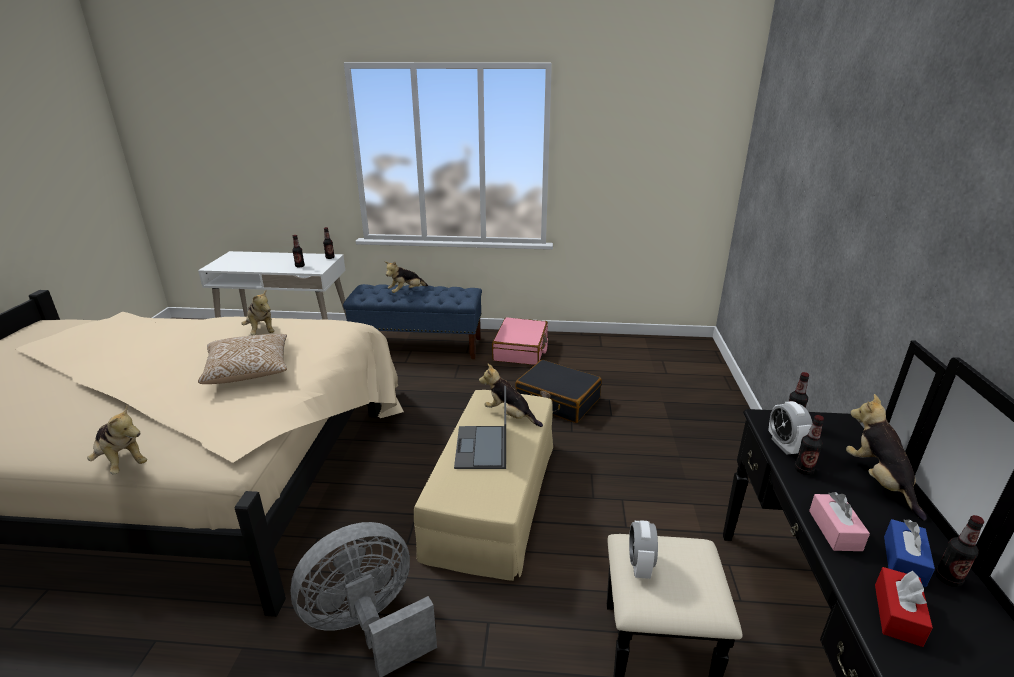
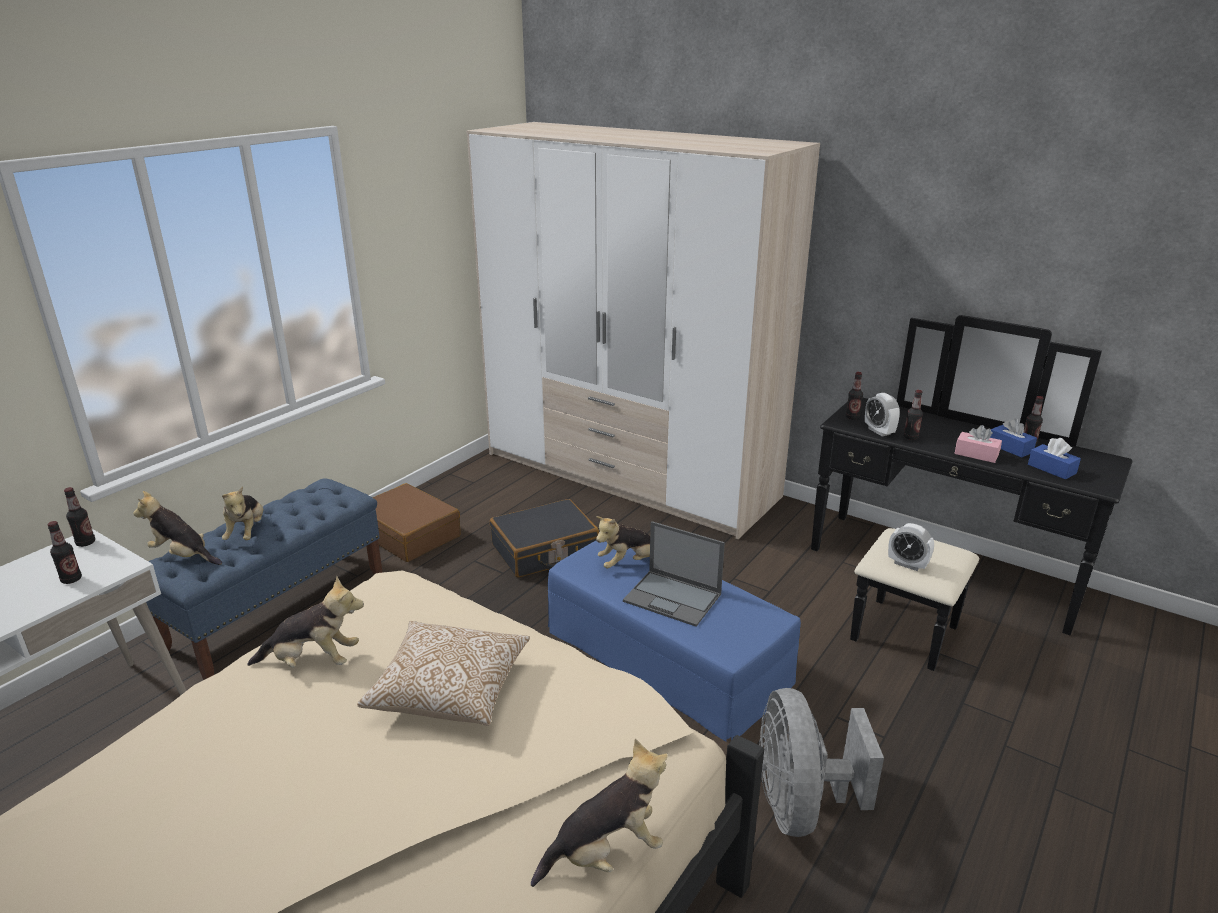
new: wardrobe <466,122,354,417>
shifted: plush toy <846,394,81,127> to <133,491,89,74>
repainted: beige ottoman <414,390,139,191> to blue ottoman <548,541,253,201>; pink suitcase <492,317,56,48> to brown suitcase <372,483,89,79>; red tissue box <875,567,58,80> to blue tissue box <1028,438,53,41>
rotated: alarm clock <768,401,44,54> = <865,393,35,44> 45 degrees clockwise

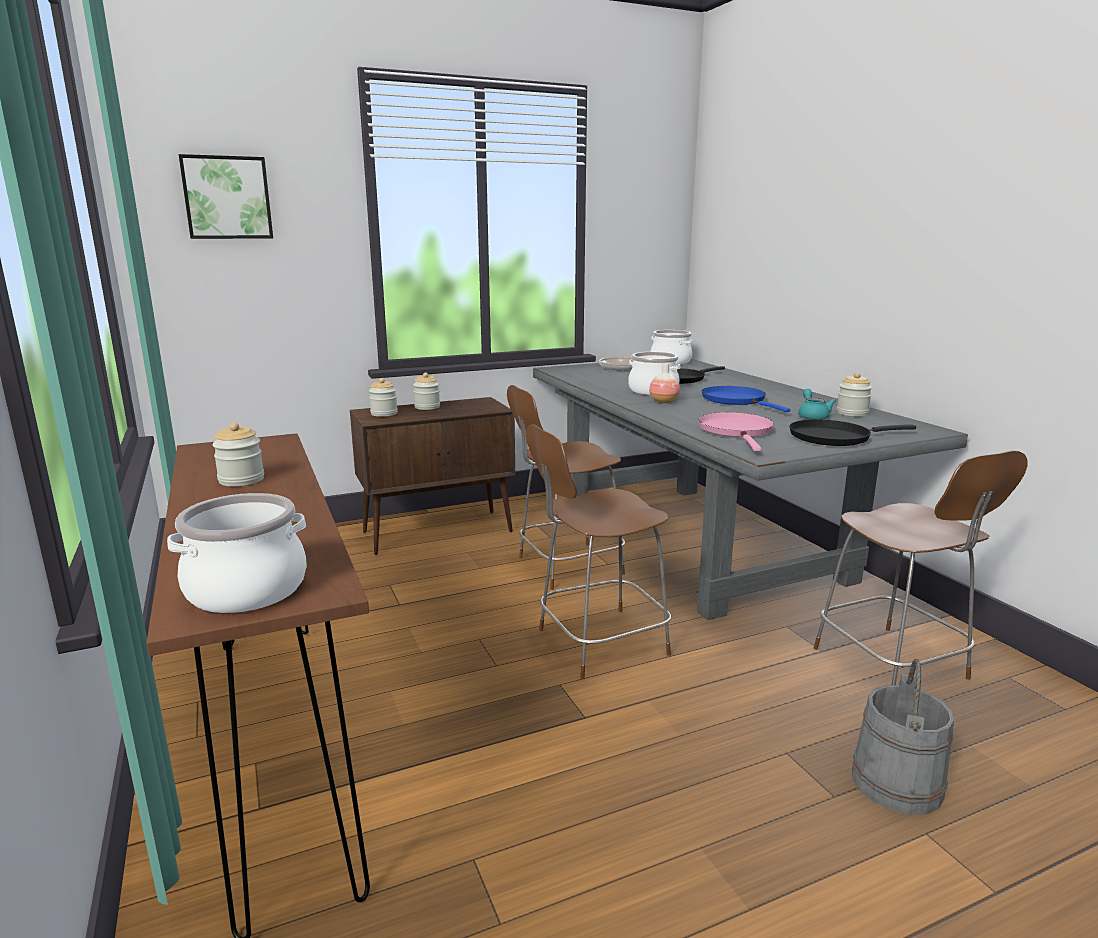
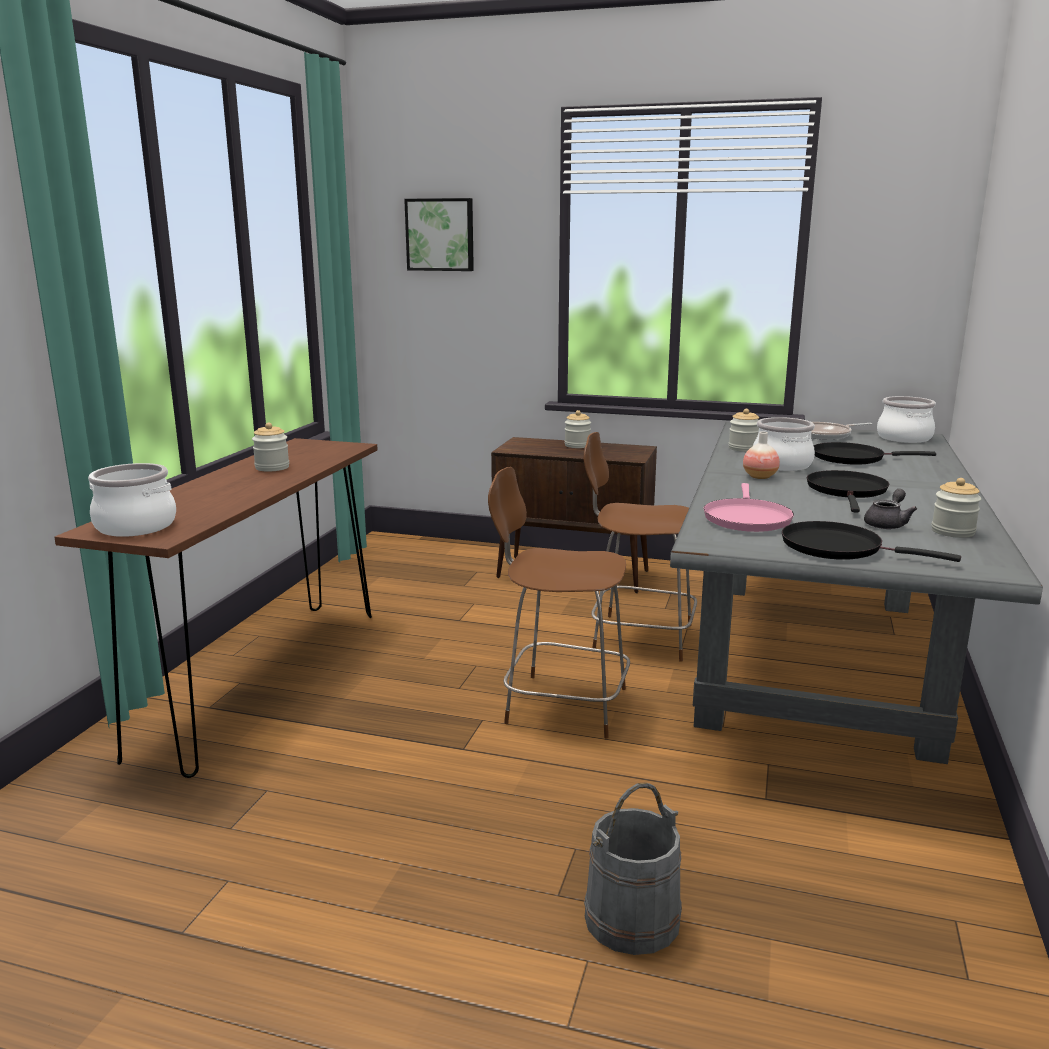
gone: brown chair <814,451,214,234>
shifted: jar <369,378,29,39> to <728,409,31,43>
repainted: blue frying pan <702,386,88,26> to black frying pan <807,470,82,43>; turquoise teapot <798,389,38,31> to grey teapot <864,489,53,40>
rotated: pink frying pan <698,412,76,39> = <703,483,91,49> 150 degrees clockwise

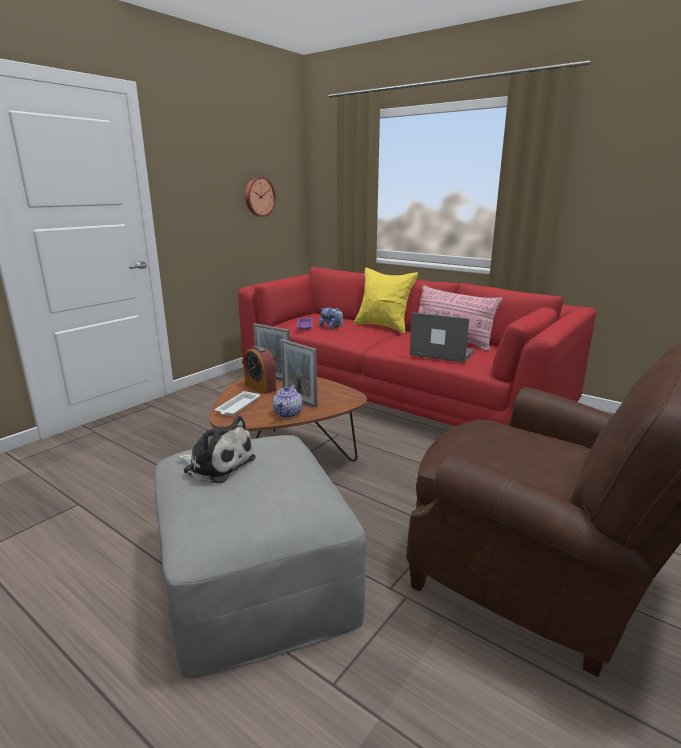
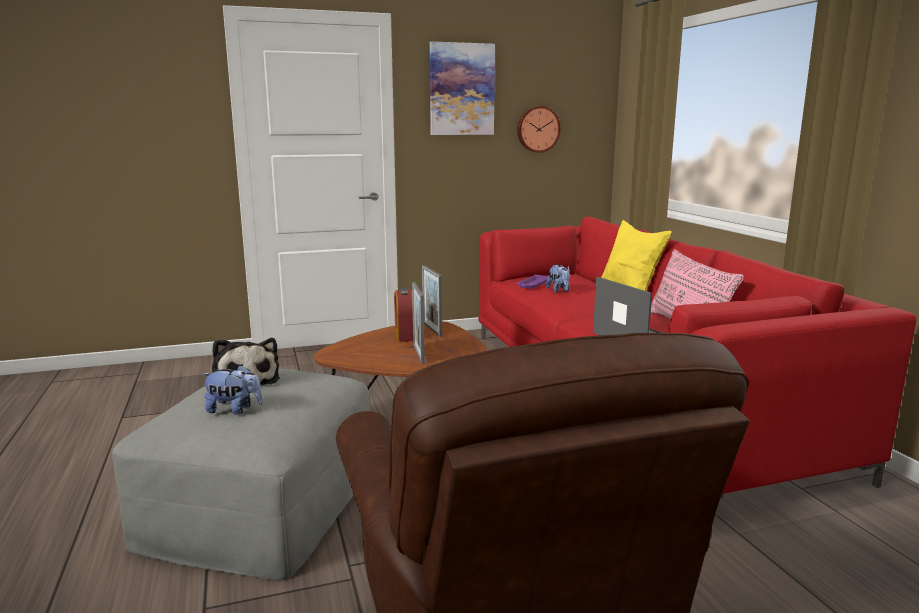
gone: white tray <215,391,45,25>; teapot <272,385,31,33>
new: plush toy <202,365,61,50>; picture <430,41,65,94>

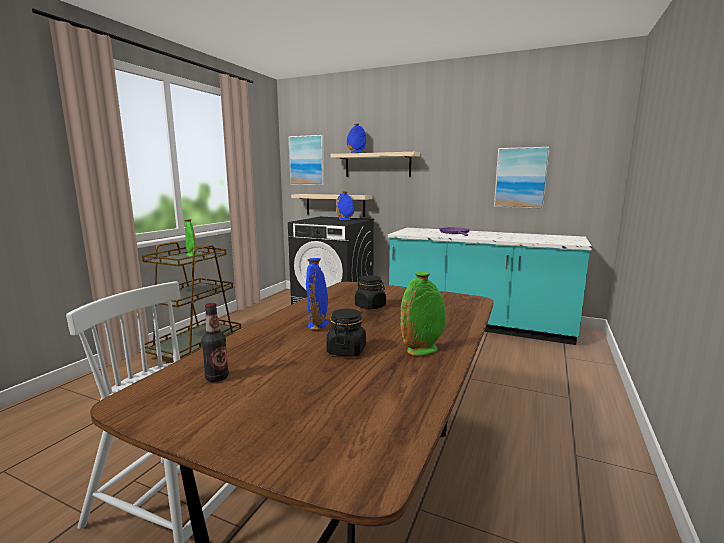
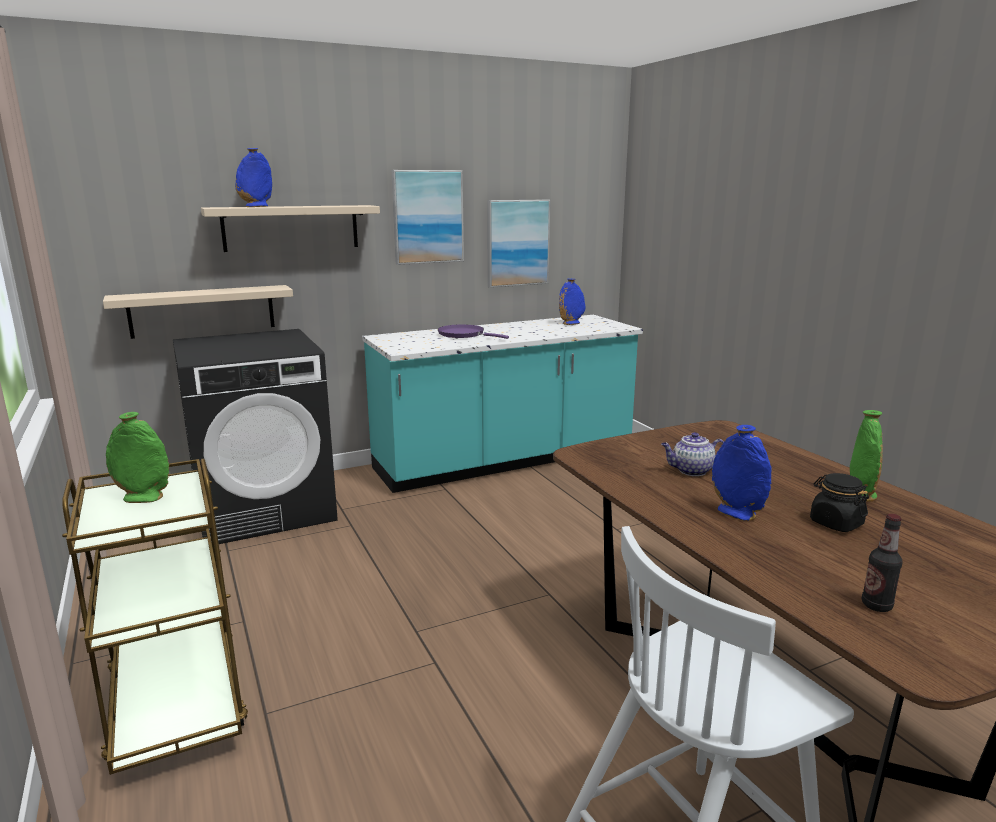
shifted: picture <289,135,35,50> to <392,170,72,95>; blue vase <336,191,18,29> to <559,279,27,46>
swapped: black jar <355,275,31,35> to teapot <661,432,63,44>

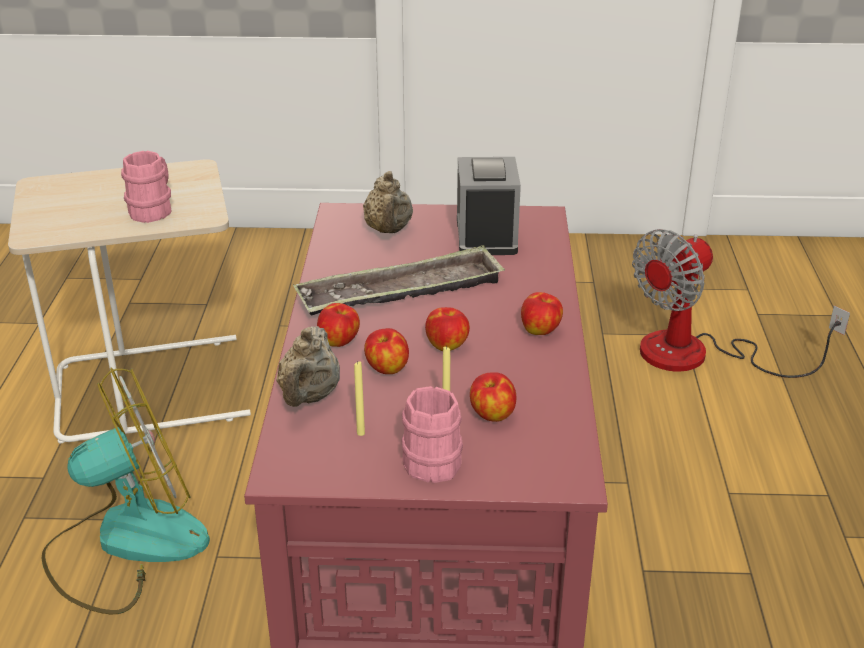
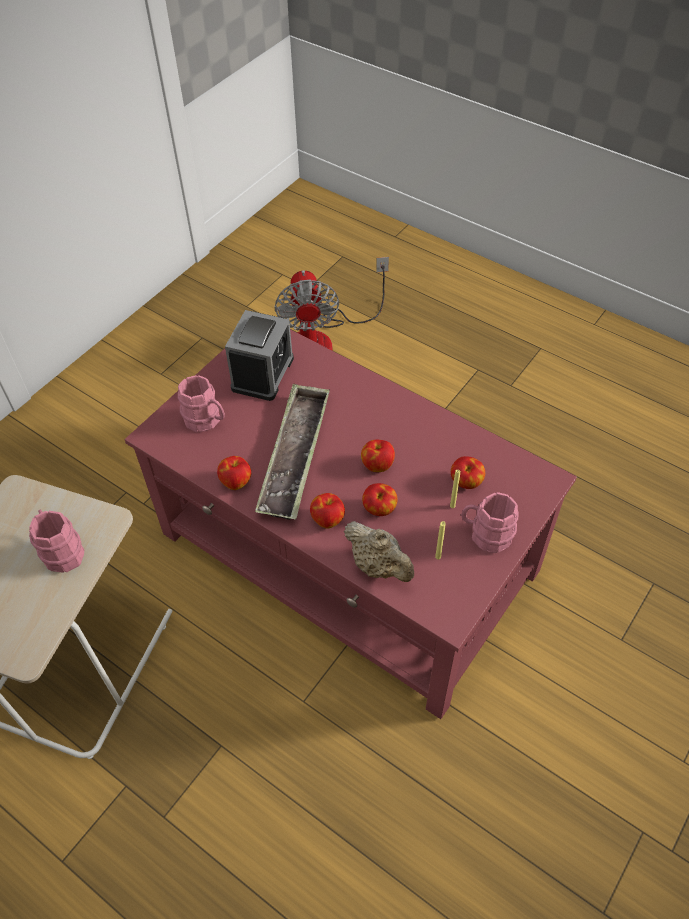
gone: fan <41,367,169,247>
shifted: apple <521,292,42,43> to <217,456,34,34>
swapped: beige teapot <363,171,50,62> to pink mug <178,375,47,57>
rotated: alarm clock <457,157,64,98> = <225,310,69,91> 105 degrees counterclockwise

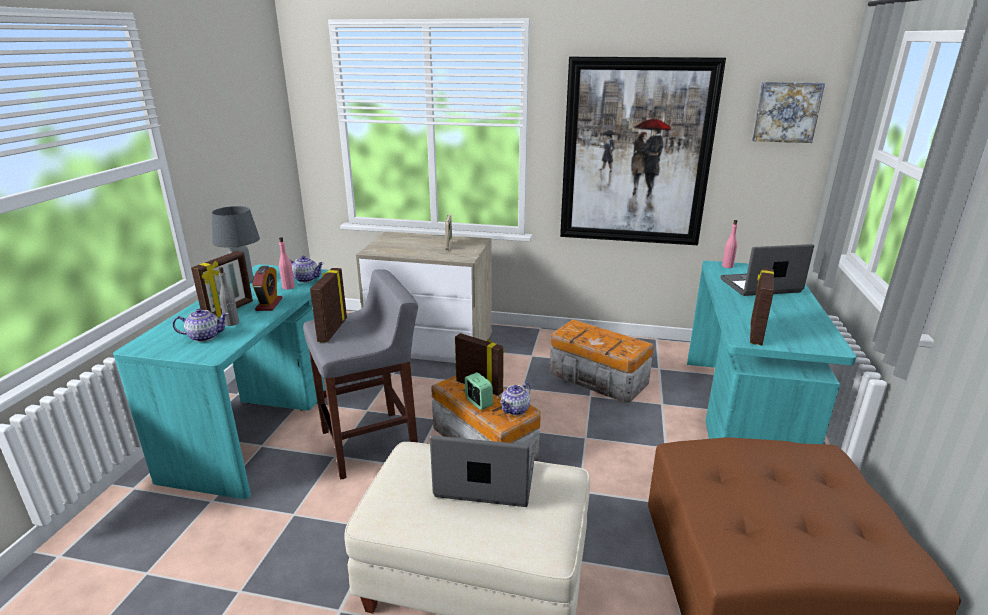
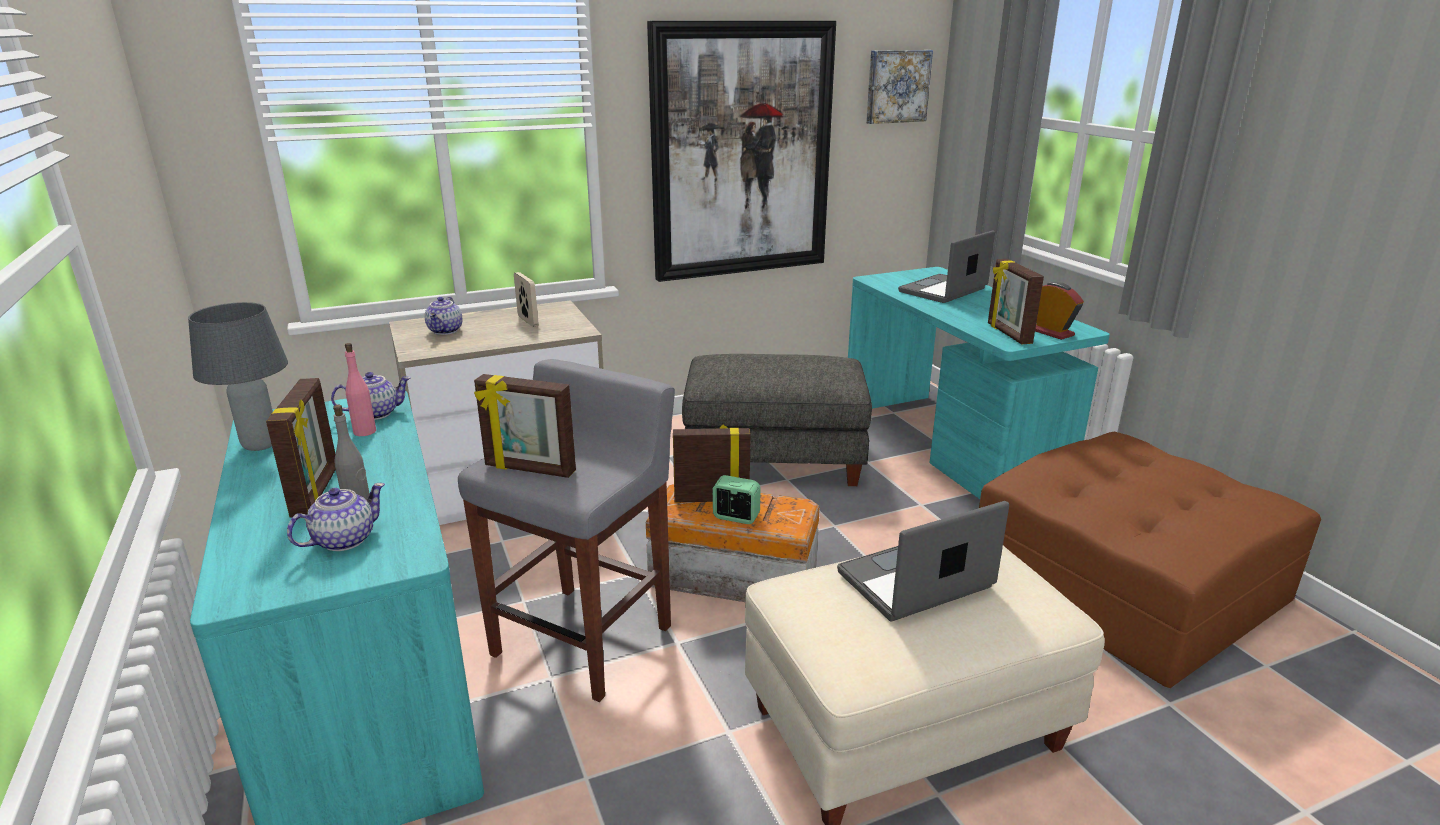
gone: pink bottle <722,220,15,48>
shifted: alarm clock <252,266,31,45> to <1035,282,49,58>; teapot <500,382,31,33> to <425,297,37,38>
swapped: storage box <550,319,104,83> to grey ottoman <682,354,190,132>
rotated: picture frame <310,268,37,74> = <474,374,102,104> 45 degrees counterclockwise

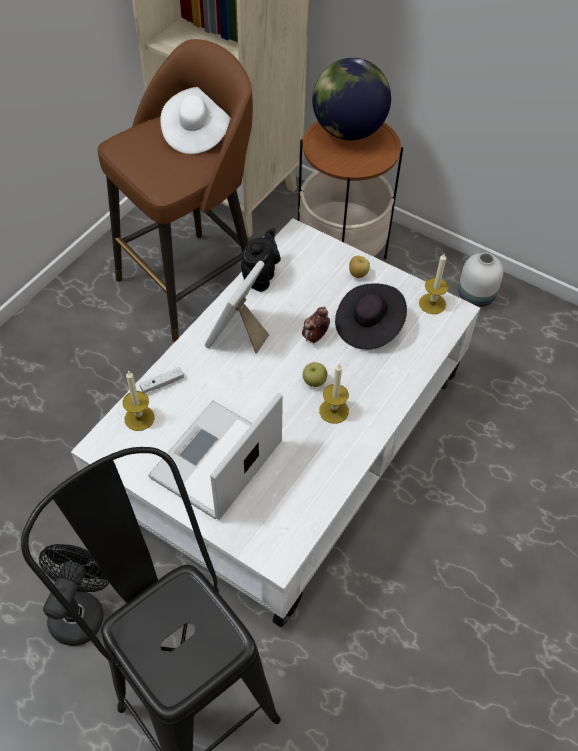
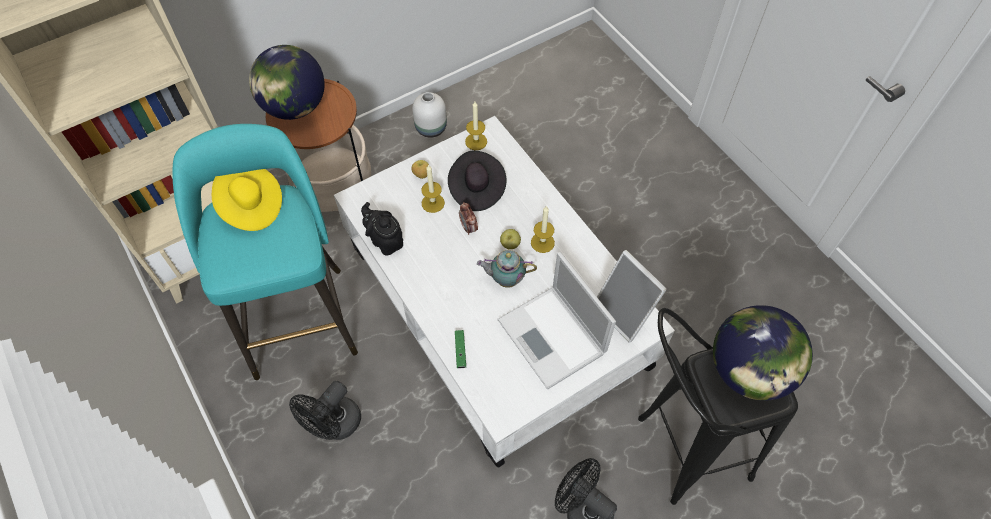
new: black fan <289,381,72,59>; teapot <477,250,60,38>; globe <713,305,100,96>
shifted: candle <123,370,32,61> to <421,164,24,49>; picture frame <205,261,64,93> to <597,250,70,93>
repainted: brown stool <98,39,155,303> to turquoise stool <172,124,186,256>; white game controller <139,367,45,26> to green game controller <455,330,11,38>; white hat <160,87,70,67> to yellow hat <212,169,70,62>

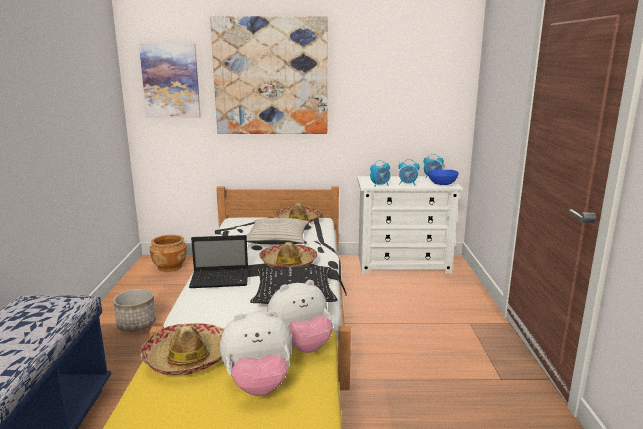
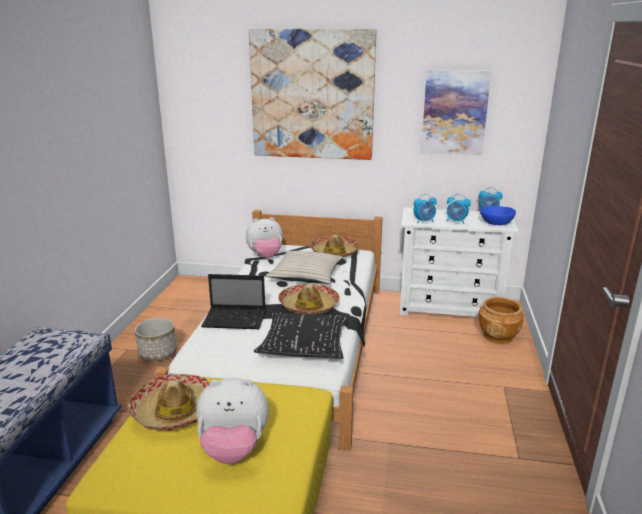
shifted: picture <139,44,62,74> to <421,70,70,85>; brown planter <150,235,37,37> to <478,297,46,47>; plush toy <267,280,66,73> to <246,217,37,41>

